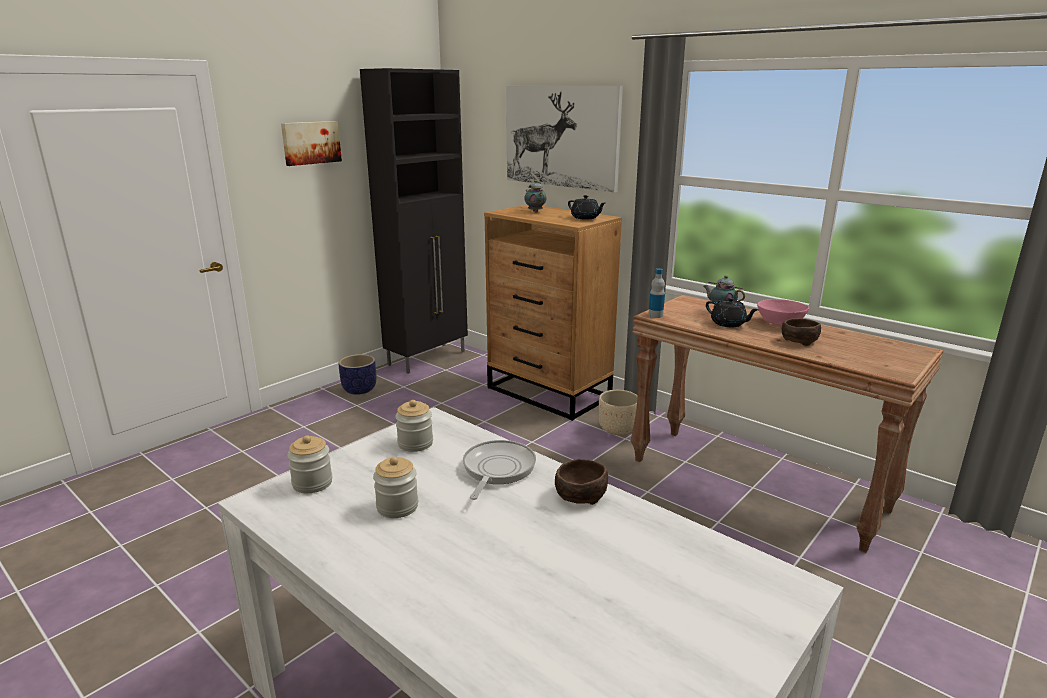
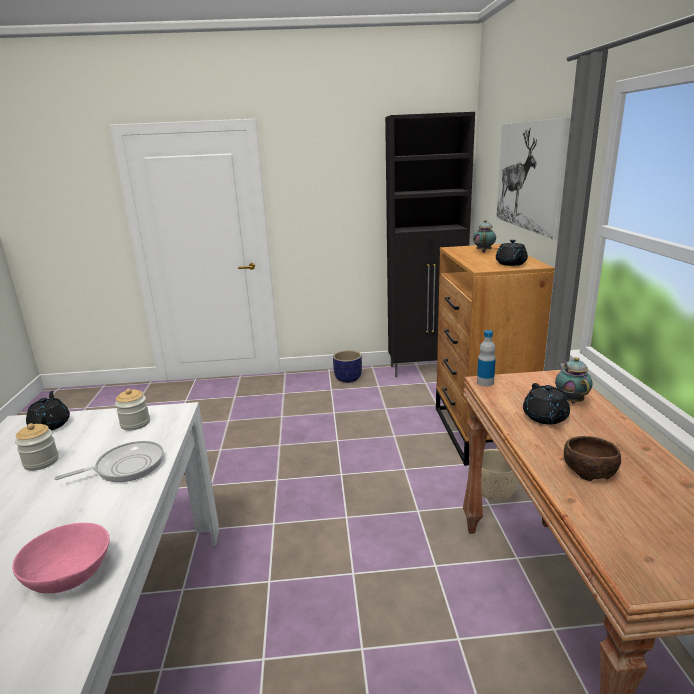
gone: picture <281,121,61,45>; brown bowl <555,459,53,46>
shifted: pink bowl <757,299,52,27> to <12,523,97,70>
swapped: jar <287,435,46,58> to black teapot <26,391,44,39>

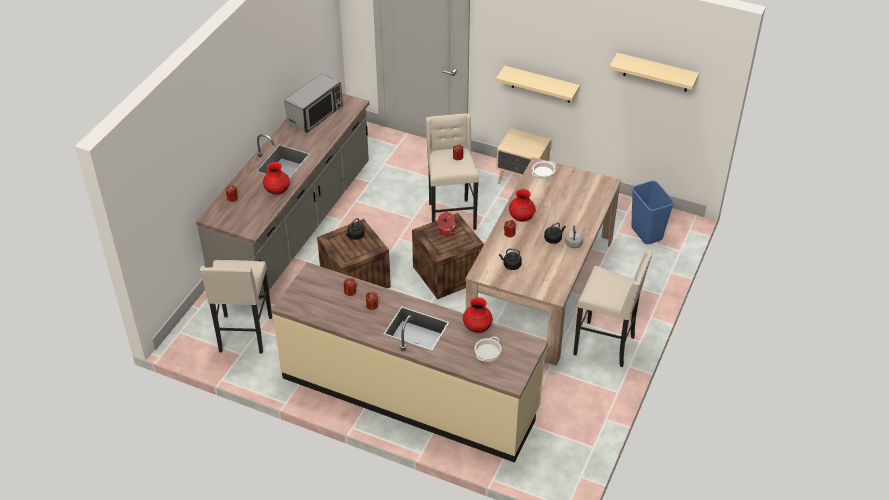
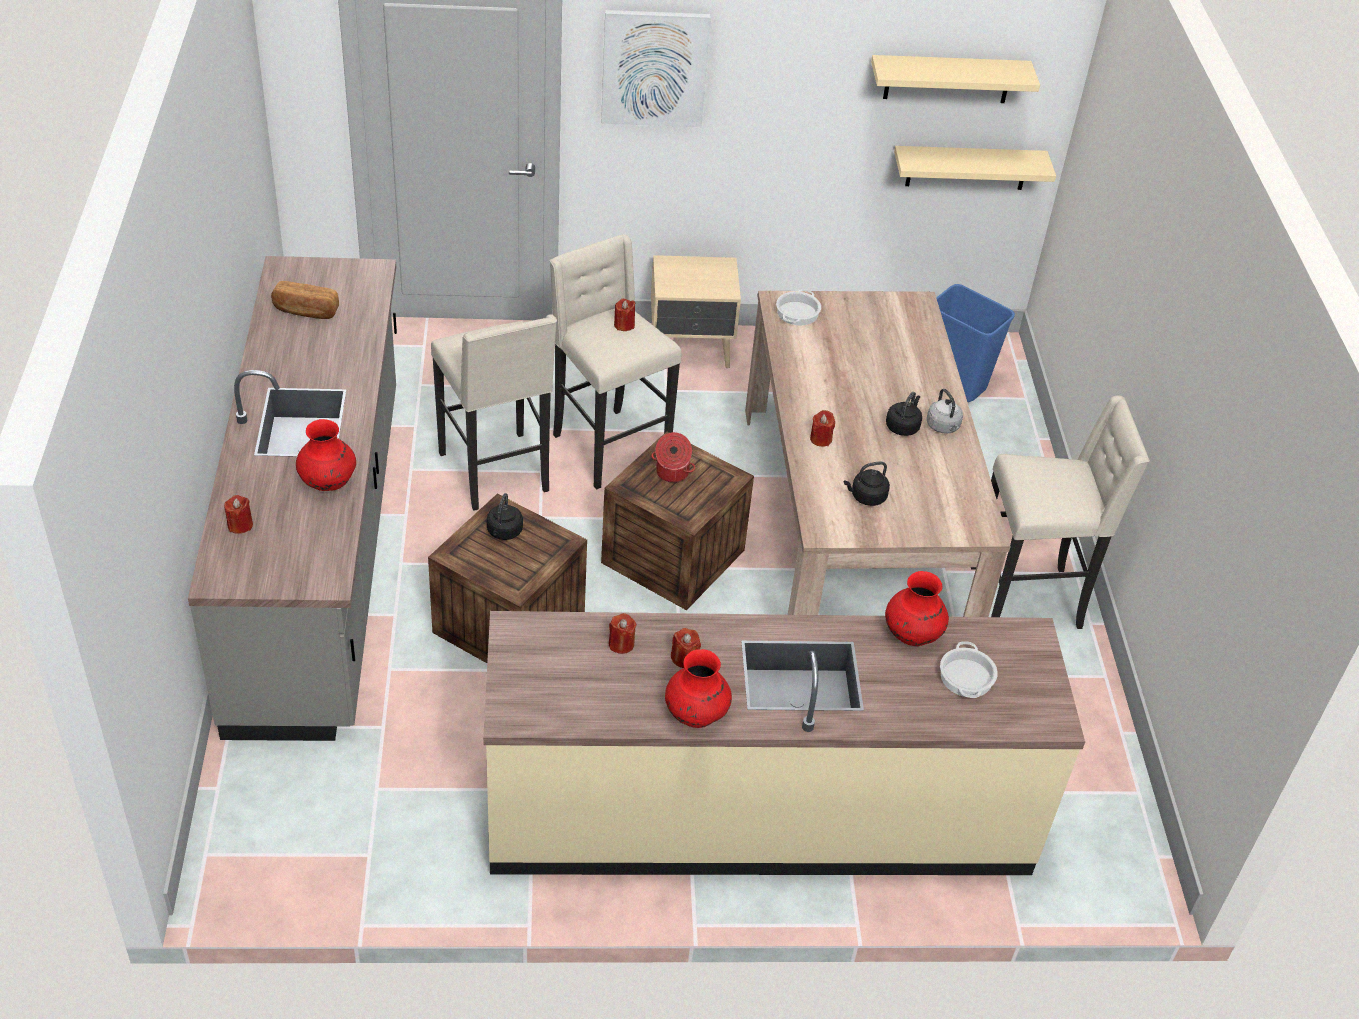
new: picture <601,10,110,117>
shifted: beige stool <200,260,72,94> to <431,314,126,197>; beige shelf <496,66,84,37> to <894,146,162,44>; red vase <509,189,27,33> to <665,649,67,79>
swapped: microwave <284,73,59,60> to bread <271,281,68,38>

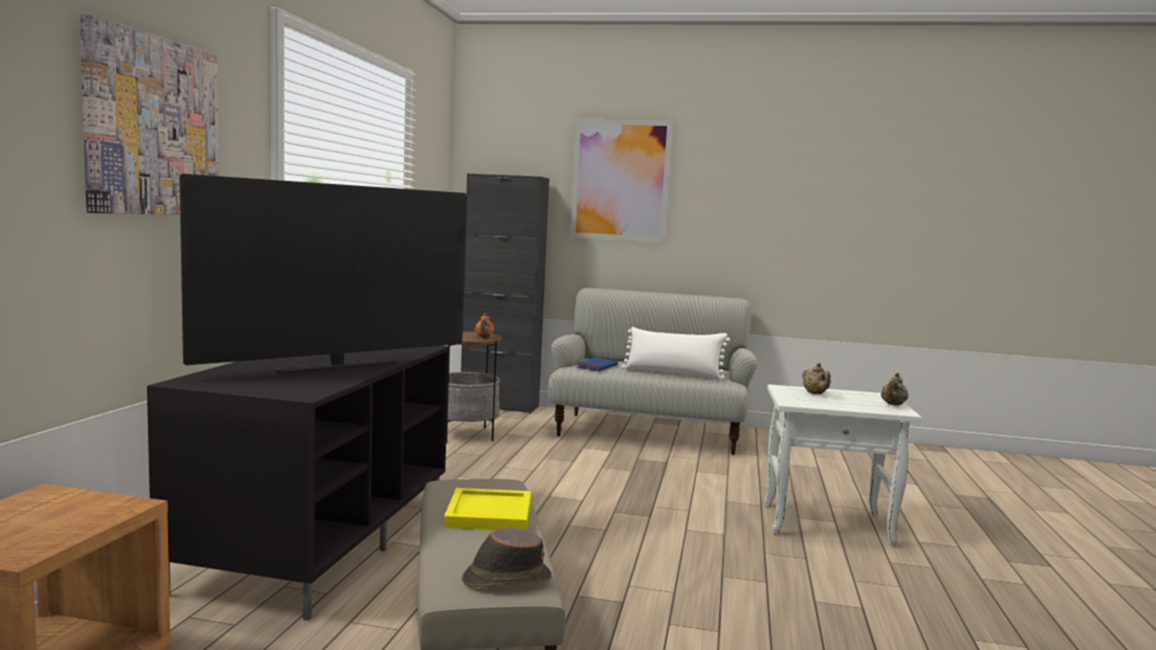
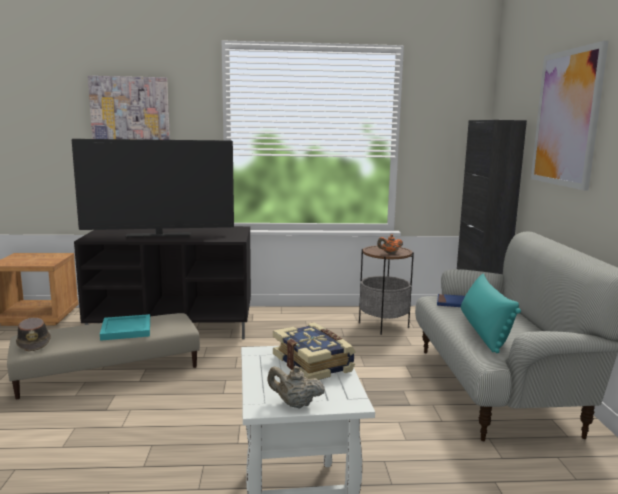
swapped: beige teapot <802,363,29,31> to book <273,322,82,58>
repainted: yellow tray <444,488,87,42> to turquoise tray <100,314,50,27>; white pillow <622,327,108,53> to turquoise pillow <461,273,60,80>
rotated: television <179,174,288,199> = <72,139,162,98> 45 degrees counterclockwise

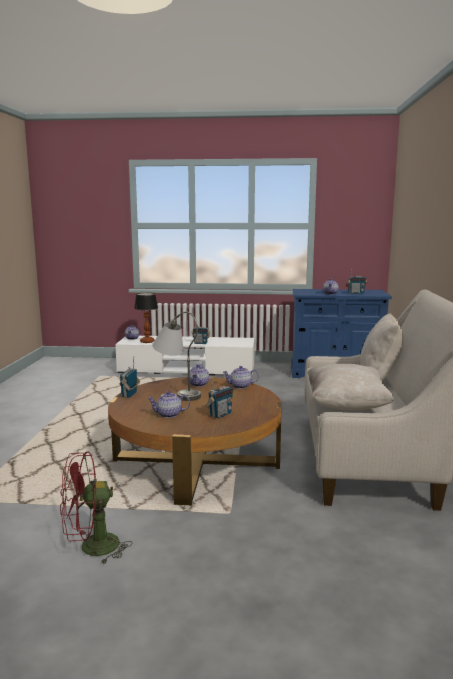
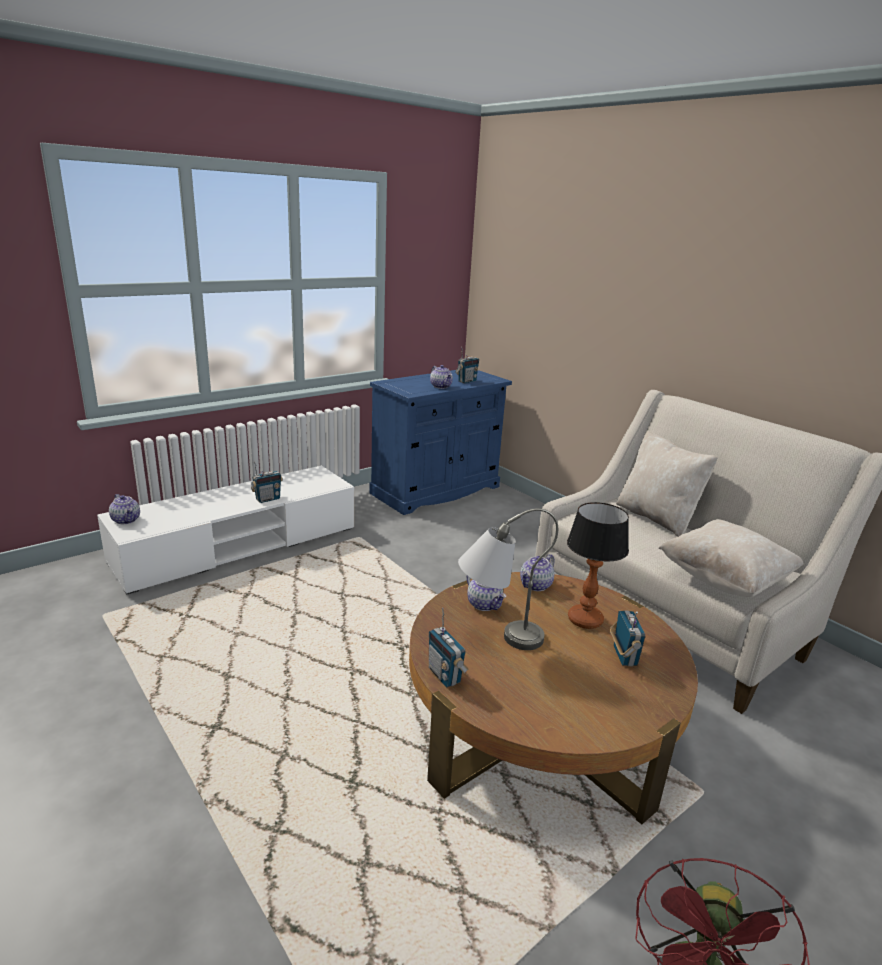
gone: teapot <147,391,43,27>
shifted: table lamp <134,293,24,50> to <567,502,62,127>

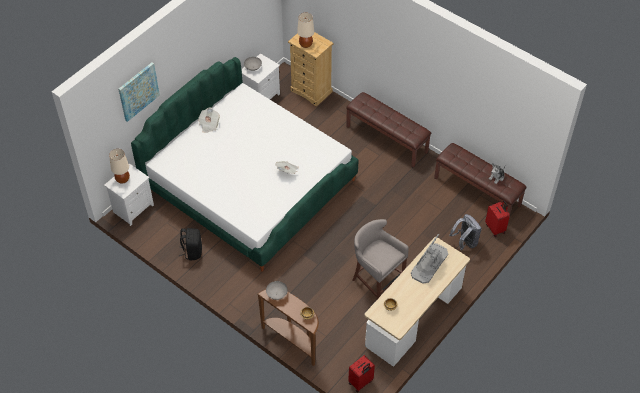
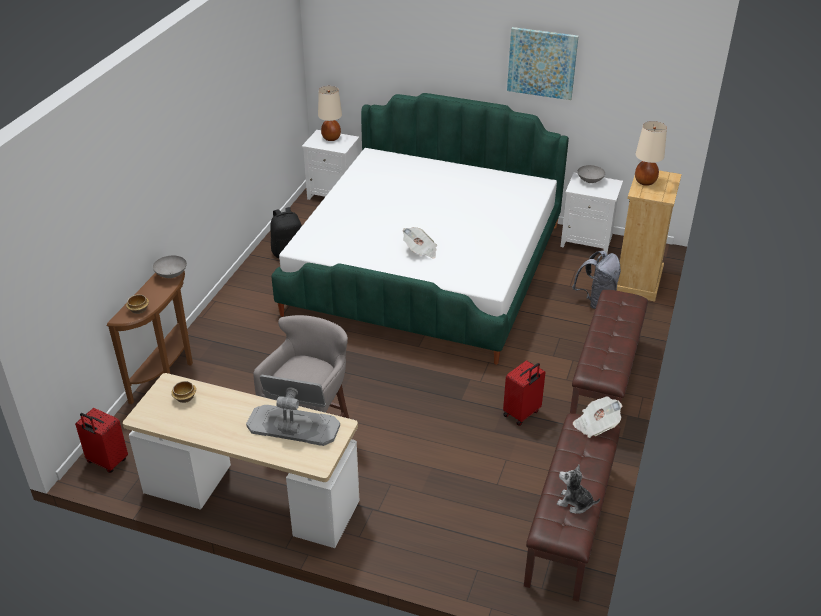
shifted: picture <118,62,42,60> to <507,27,72,73>; newspaper <198,108,22,25> to <573,397,50,41>; grey backpack <449,214,33,36> to <572,251,49,58>; red suitcase <485,200,25,37> to <503,360,43,66>

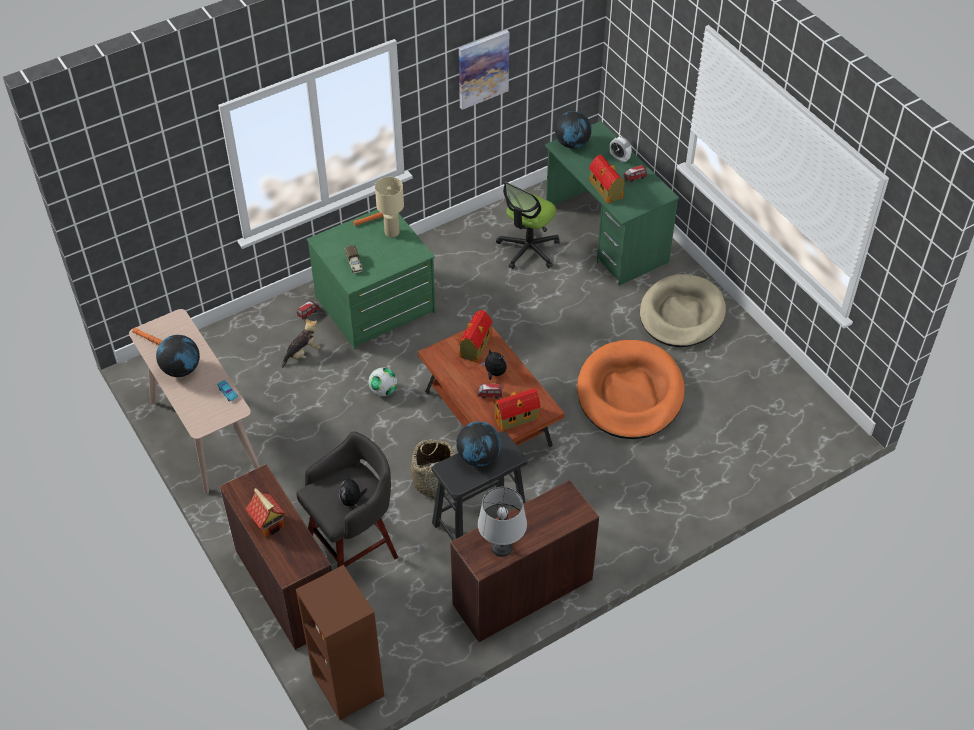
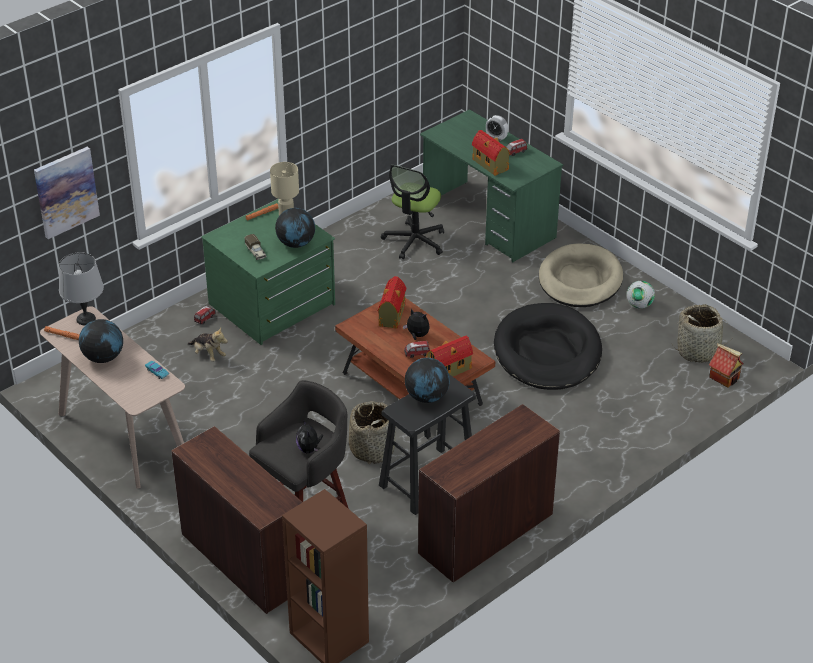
new: basket <672,304,59,59>
shifted: toy house <245,488,41,50> to <709,344,34,44>; football <369,368,28,28> to <627,281,28,28>; picture <459,30,50,80> to <34,147,66,92>; grey table lamp <478,487,49,70> to <59,252,45,73>; globe <555,111,37,37> to <275,208,40,40>
repainted: orange dog bed <577,340,108,99> to black dog bed <494,303,108,87>
rotated: plush toy <282,318,38,50> = <188,328,40,34> 90 degrees clockwise

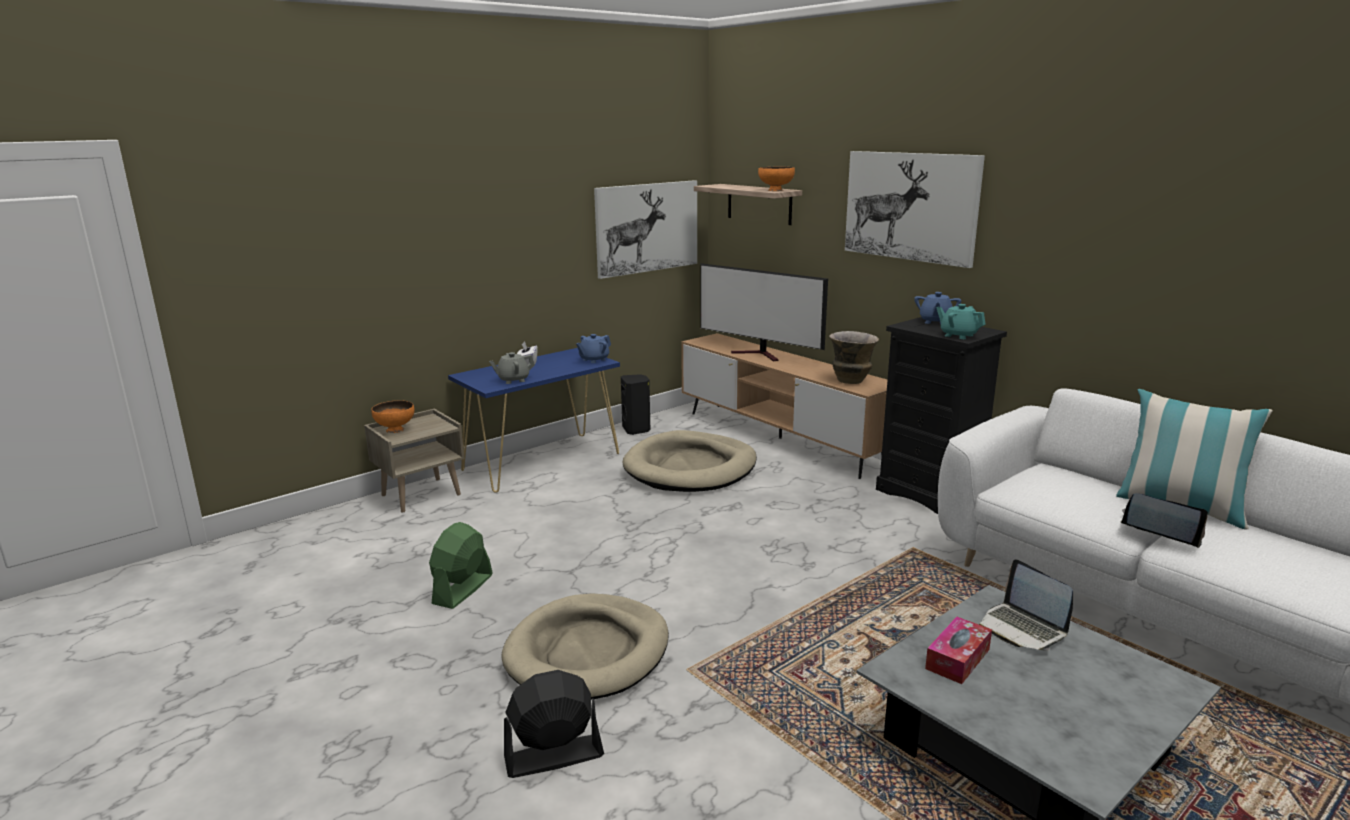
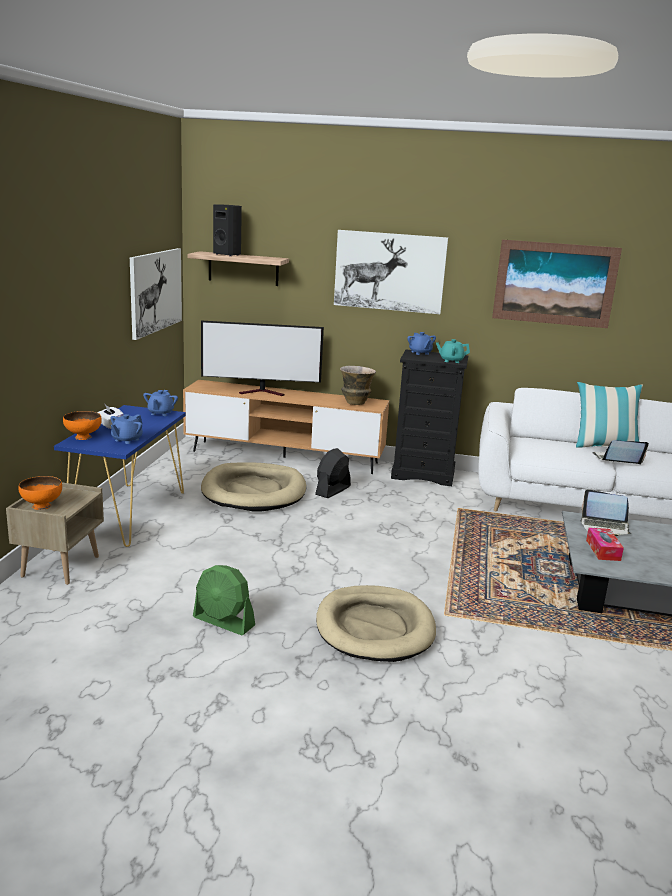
new: picture <492,240,130,88>
shifted: black fan <504,670,100,108> to <315,448,36,50>; black speaker <621,374,29,61> to <213,204,29,52>; orange bowl <758,167,37,24> to <63,411,39,29>
repainted: grey teapot <489,352,46,32> to blue teapot <111,414,32,30>
rotated: green fan <429,522,64,87> = <193,565,62,70> 45 degrees counterclockwise

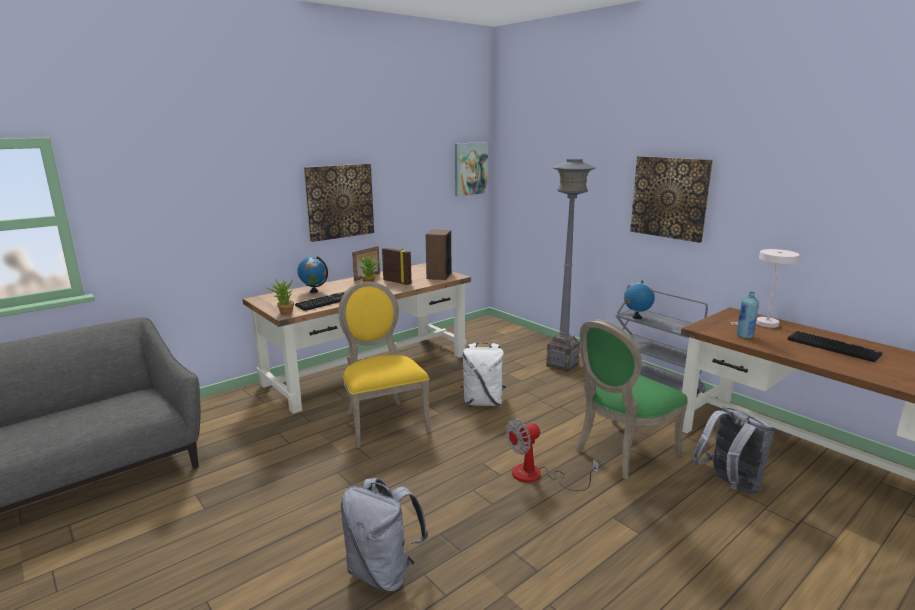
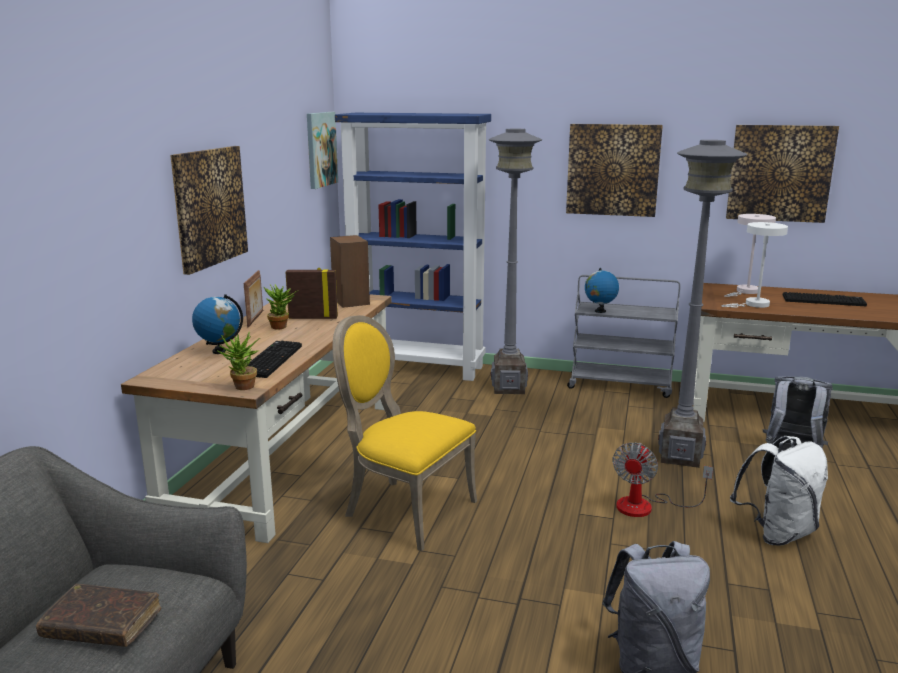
new: brown book <36,584,125,63>; blue bookcase <335,113,156,268>; picture <726,125,113,98>
shifted: white backpack <461,342,45,64> to <730,436,98,110>
swapped: green chair <574,319,114,160> to grey floor lamp <658,140,89,328>; blue bottle <736,291,23,48> to white table lamp <721,222,67,86>

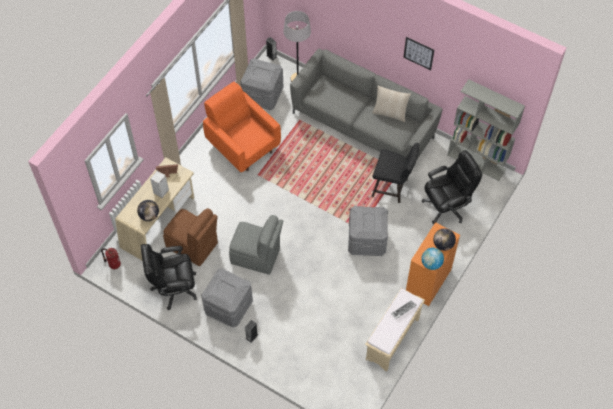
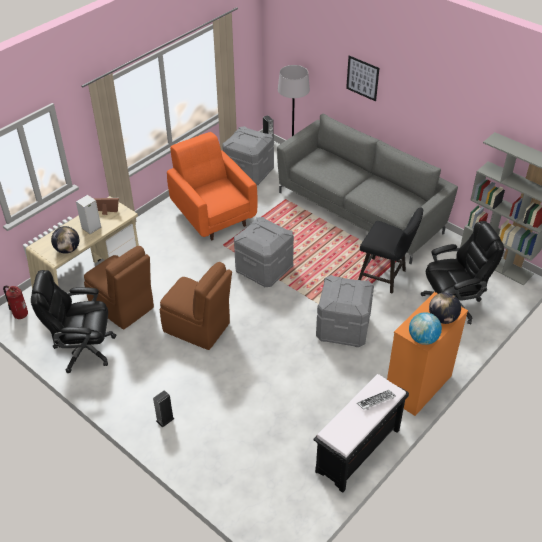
gone: beige pillow <372,86,39,36>
shifted: grey storage box <201,268,52,59> to <234,217,60,70>; picture <403,37,31,33> to <346,56,33,45>
repainted: grey chair <229,215,54,60> to brown chair <160,262,72,88>; beige bench <365,288,60,84> to black bench <313,374,96,119>

